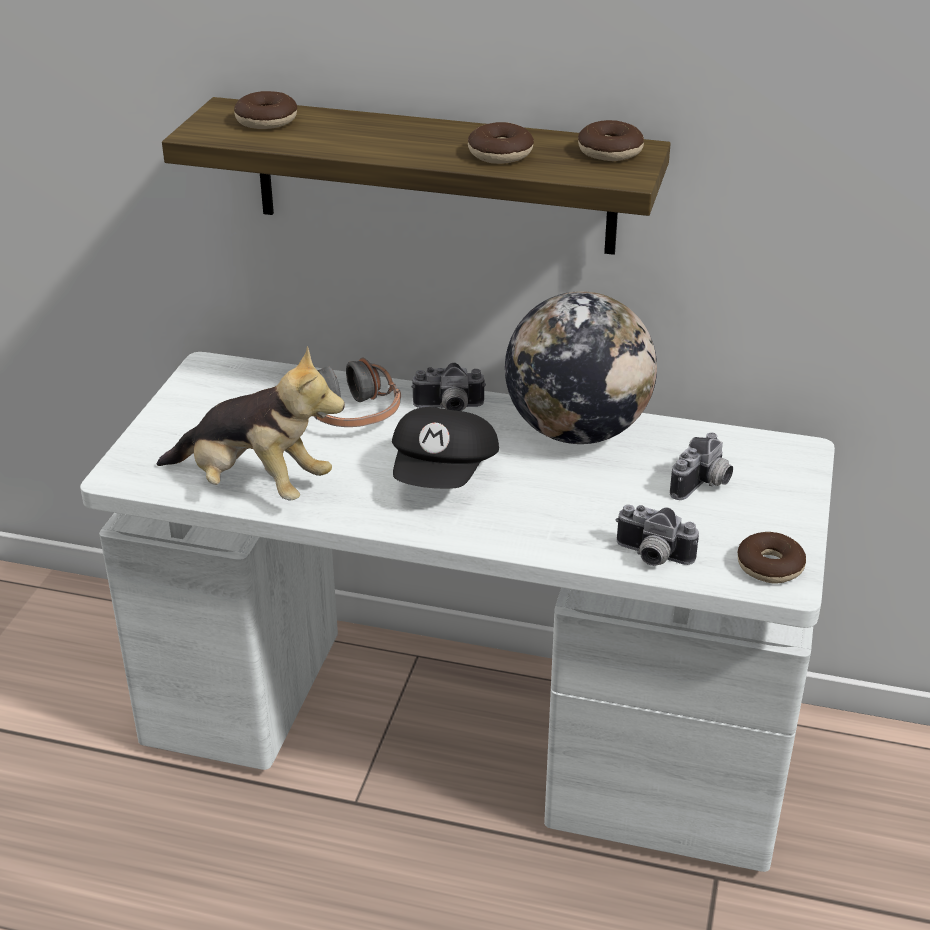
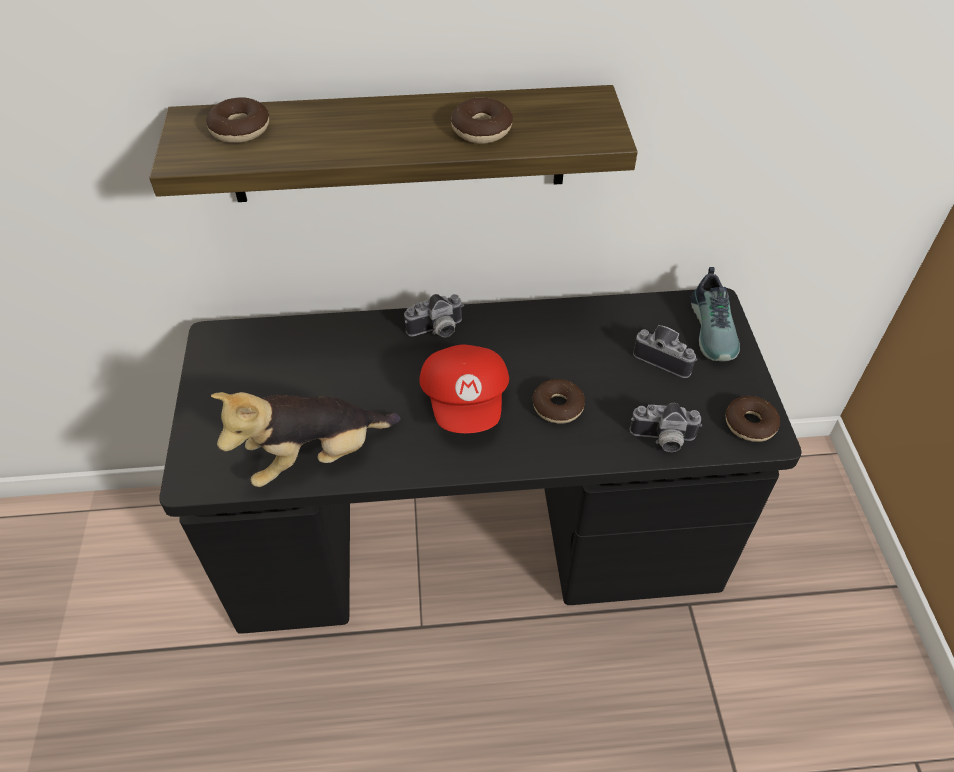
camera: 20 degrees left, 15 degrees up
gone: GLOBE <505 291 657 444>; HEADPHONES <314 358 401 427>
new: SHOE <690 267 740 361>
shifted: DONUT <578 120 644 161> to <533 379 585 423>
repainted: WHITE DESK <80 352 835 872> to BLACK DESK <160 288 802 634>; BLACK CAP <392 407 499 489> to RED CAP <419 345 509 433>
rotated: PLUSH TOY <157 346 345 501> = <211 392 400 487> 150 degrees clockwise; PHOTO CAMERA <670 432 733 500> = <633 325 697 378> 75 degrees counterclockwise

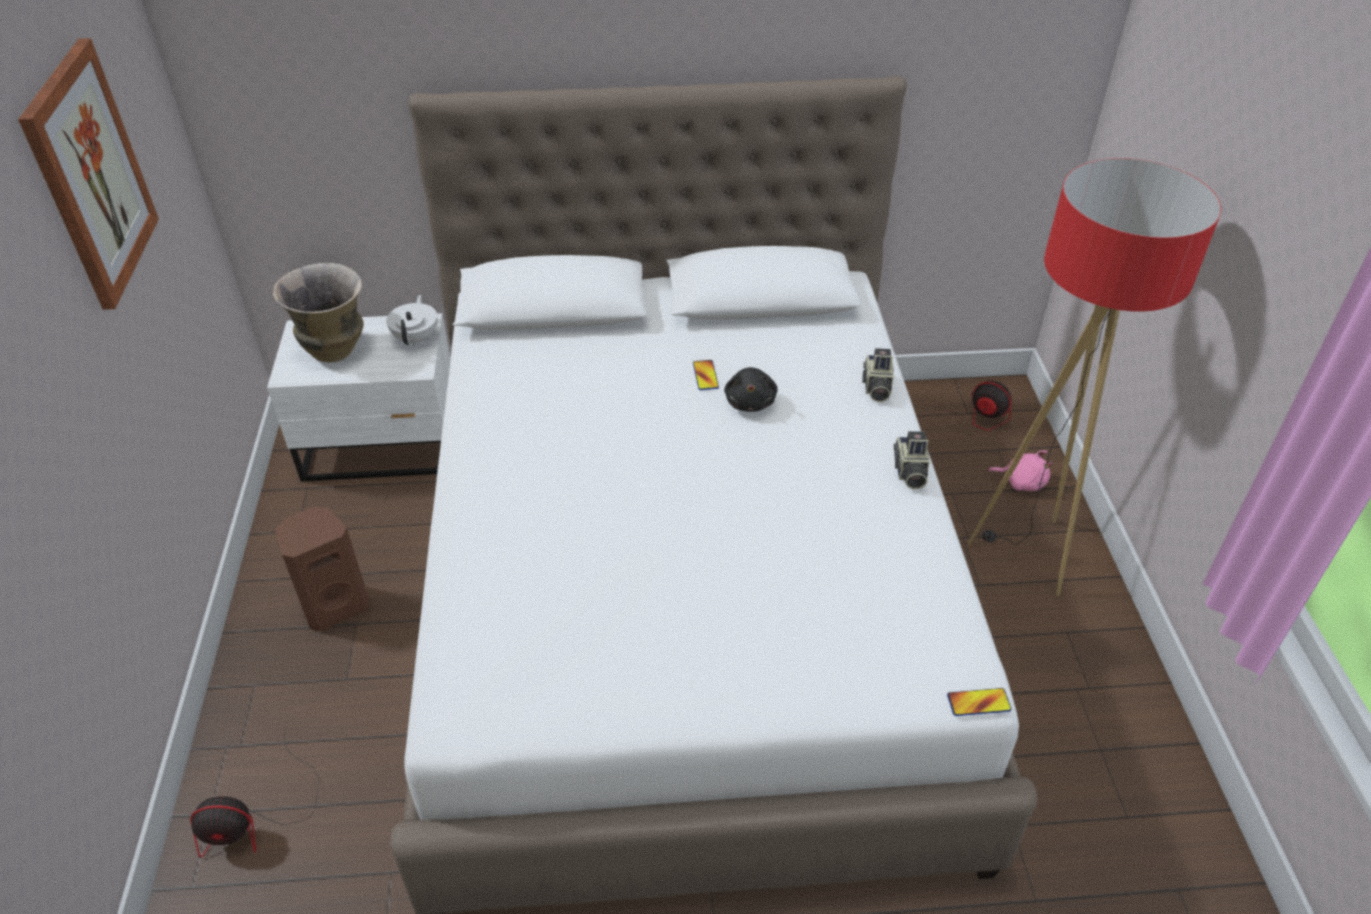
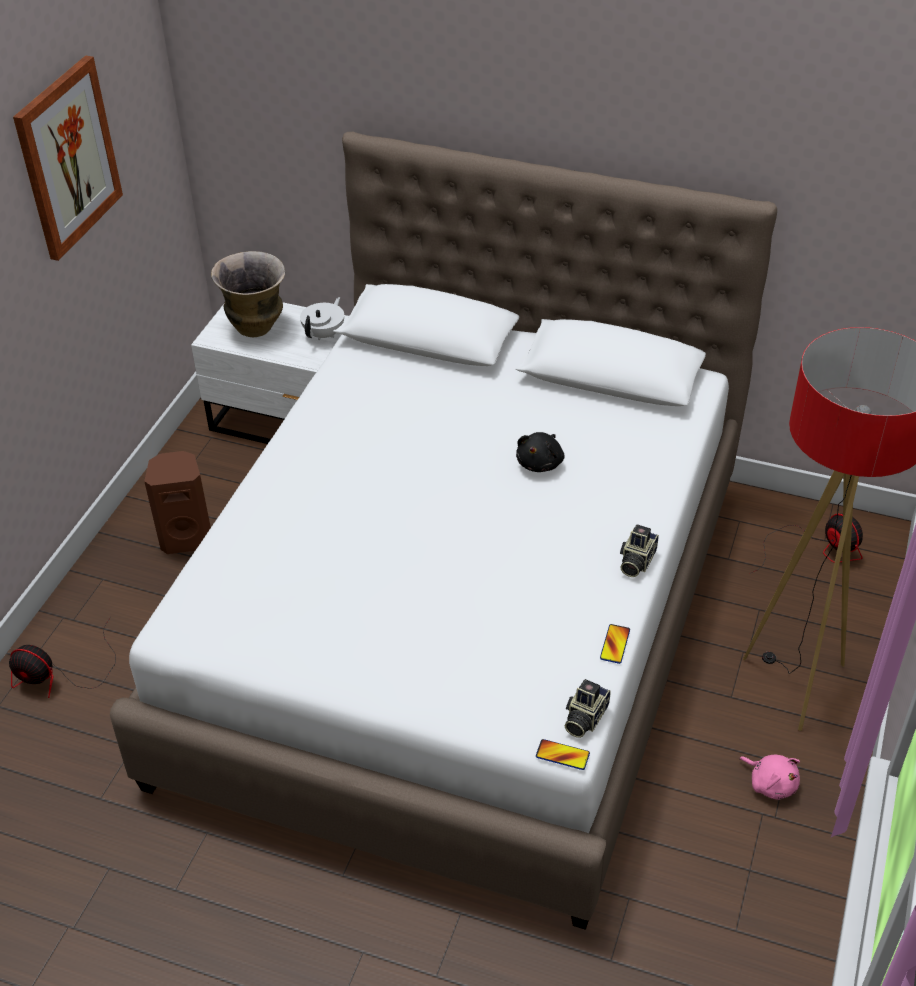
camera: 25 degrees right, 0 degrees up
shifted: PHOTO CAMERA <862 348 894 402> to <564 679 611 738>; PHONE <693 360 719 390> to <600 624 630 664>; PINK PLUSH TOY <988 450 1053 491> to <739 755 800 800>

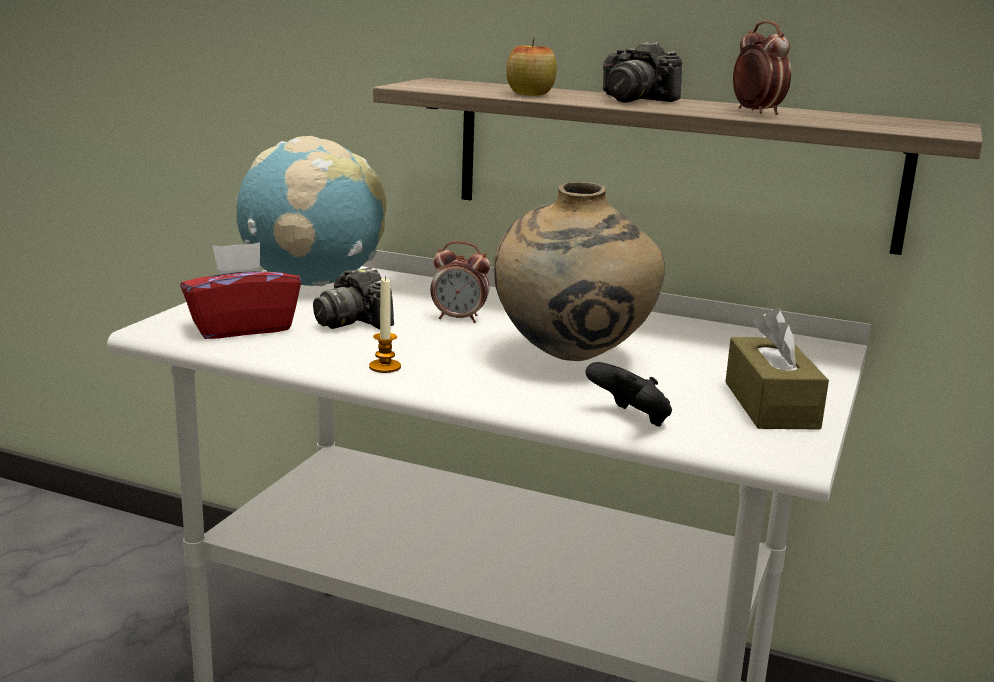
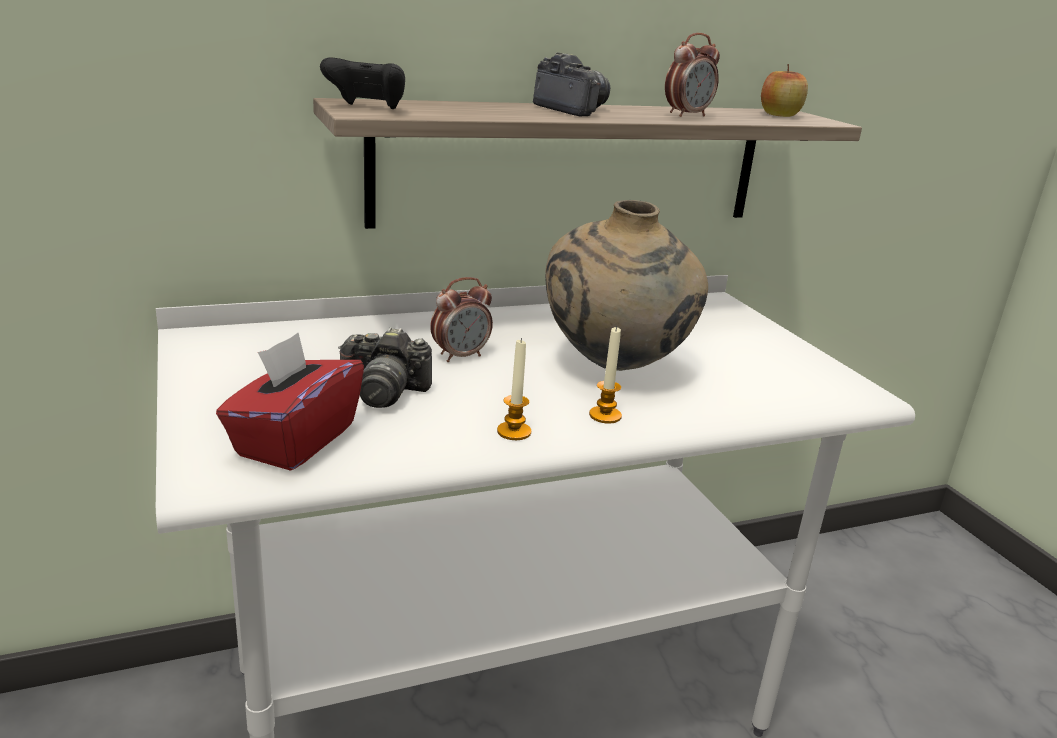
camera: 45 degrees left, 5 degrees up
gone: GLOBE <235 136 386 286>; BROWN TISSUE BOX <725 308 829 430>
new: CANDLE <589 326 622 424>
shifted: APPLE <507 38 557 96> to <761 64 808 117>; BLACK GAME CONTROLLER <586 362 672 427> to <320 57 405 109>
rotated: ALARM CLOCK <733 21 791 115> = <665 33 720 117> 120 degrees clockwise; PHOTO CAMERA <603 42 682 103> = <533 52 611 116> 120 degrees counterclockwise

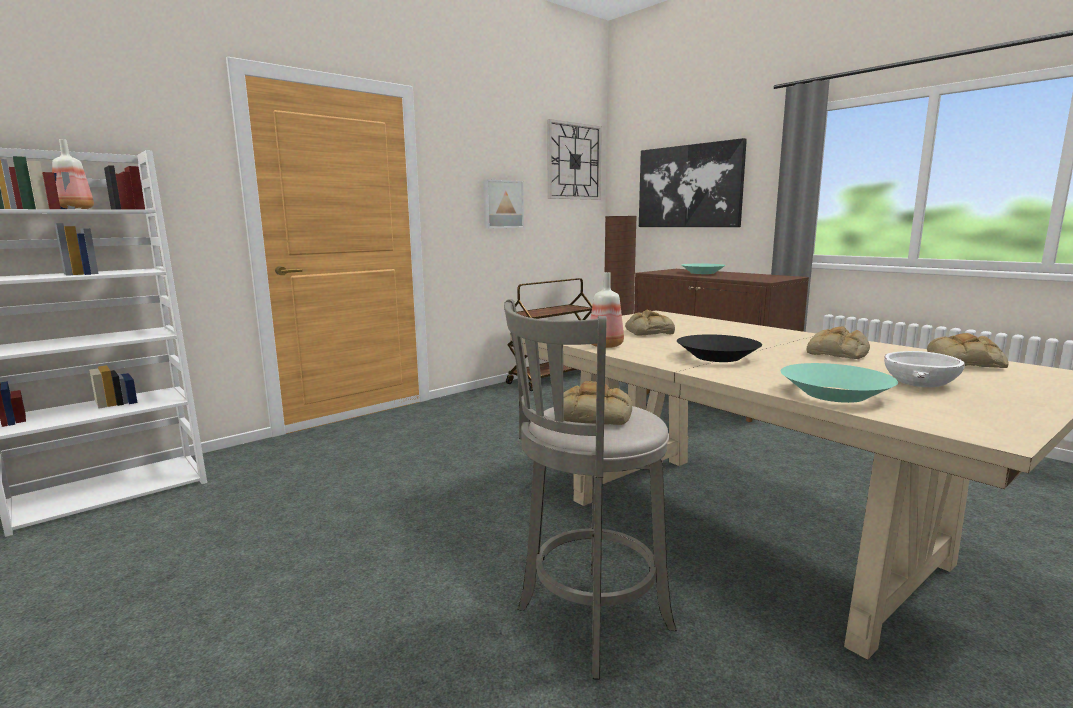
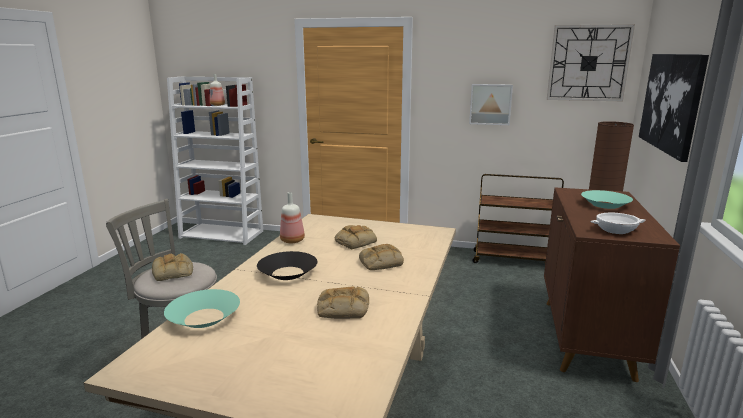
camera: 55 degrees right, 5 degrees up
shifted: BREAD <927 333 1009 368> to <359 244 404 270>; WHITE BOWL <884 351 965 387> to <590 213 646 234>

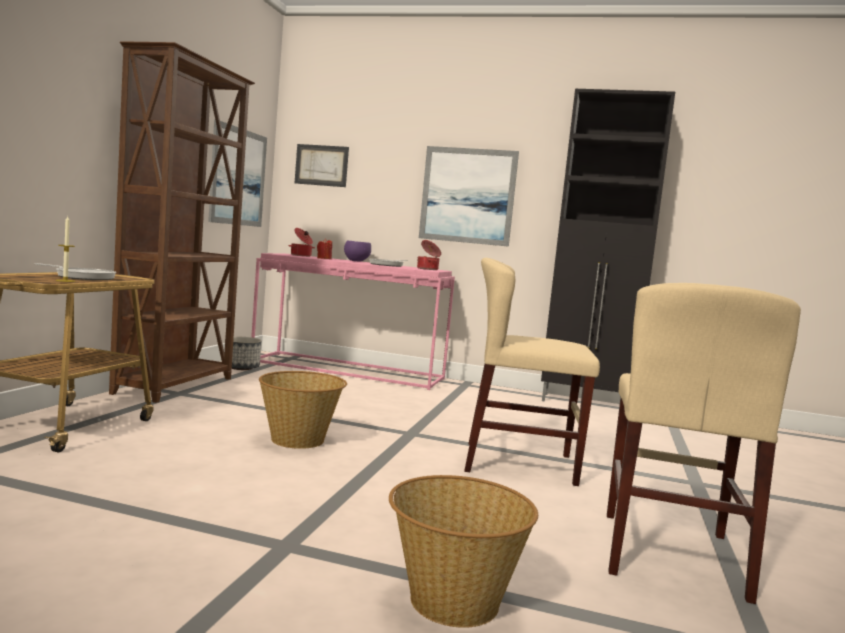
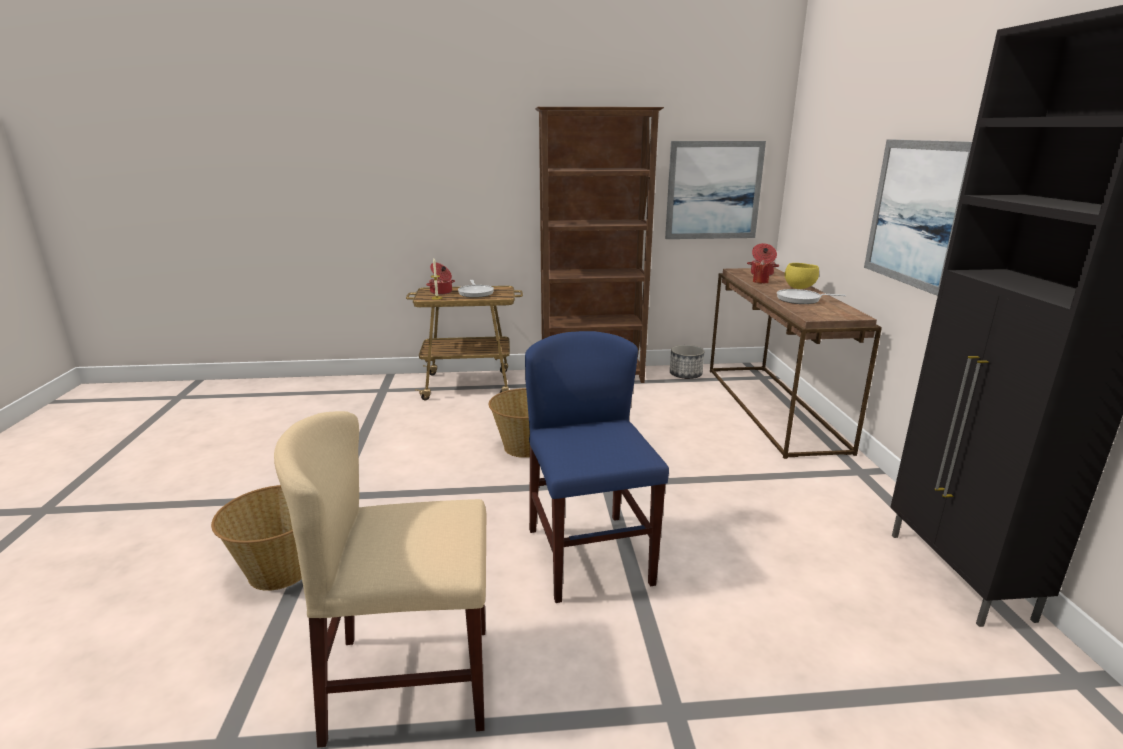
camera: 70 degrees right, 15 degrees up
gone: PICTURE <295 144 349 187>
shifted: COOKING POT <417 240 441 270> to <426 263 455 295>
repainted: PURPLE BOWL <344 240 371 261> to YELLOW BOWL <785 263 819 289>; PINK CONSOLE TABLE <251 253 455 390> to BROWN CONSOLE TABLE <710 268 882 459>; BEIGE CHAIR <464 258 600 486> to BLUE CHAIR <525 331 669 603>

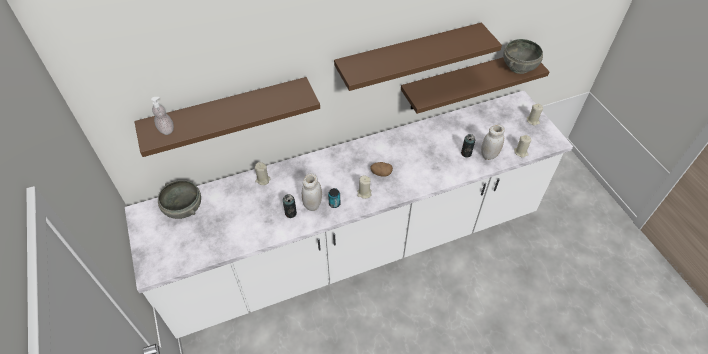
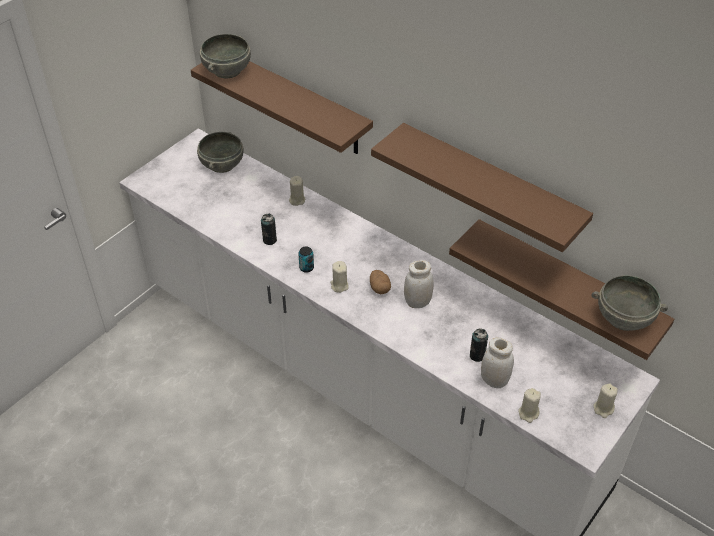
camera: 60 degrees right, 5 degrees down
shifted: WHITE JAR <302 173 322 211> to <404 260 434 308>
swapped: SOAP DISPENSER <151 97 174 135> to GREY BOWL <200 34 251 78>

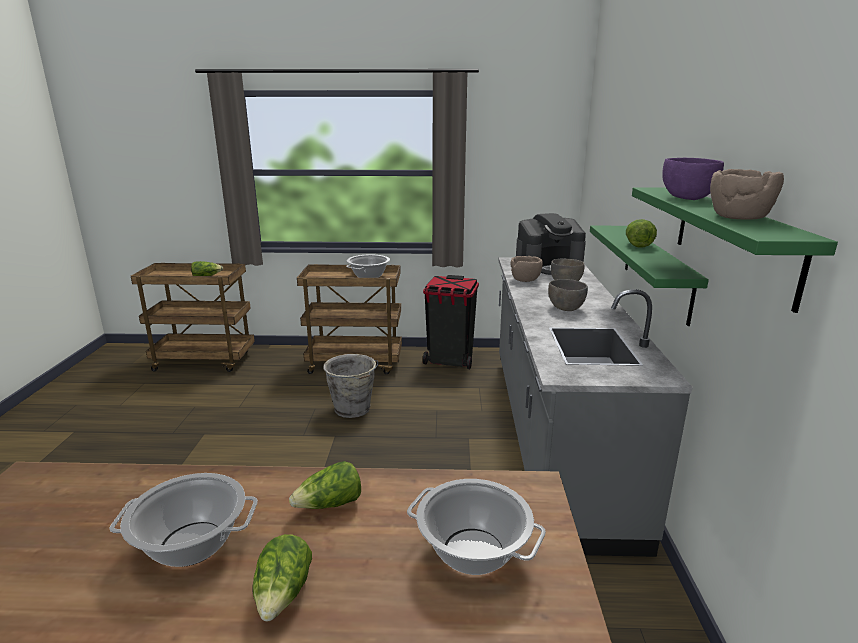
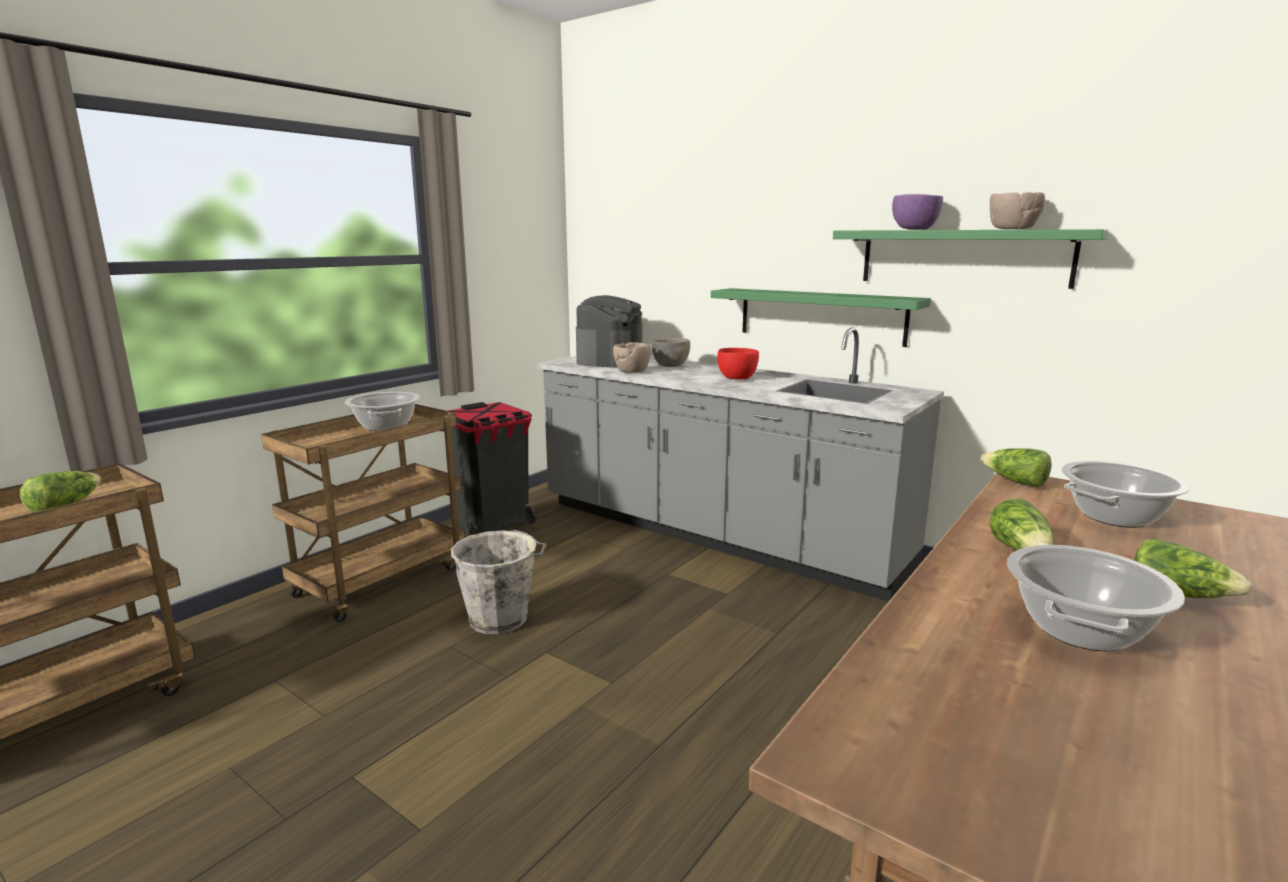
camera: 55 degrees left, 5 degrees down
shifted: LETTUCE <626 219 657 247> to <981 448 1051 487>
repainted: GREY BOWL <548 279 588 311> to RED BOWL <717 348 759 380>

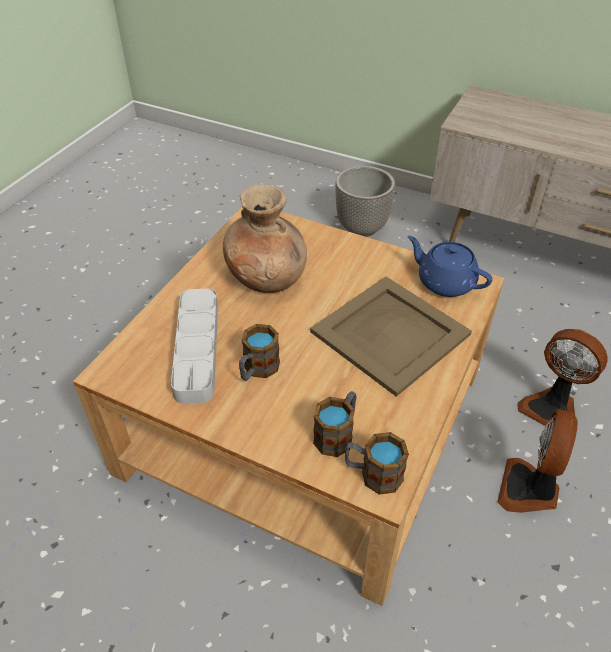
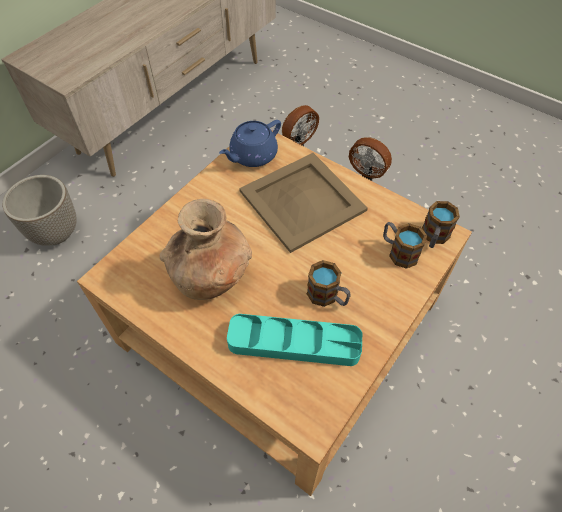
camera: 80 degrees left, 10 degrees up
repainted: GREY TRAY <171 289 218 404> to TURQUOISE TRAY <227 314 362 366>

